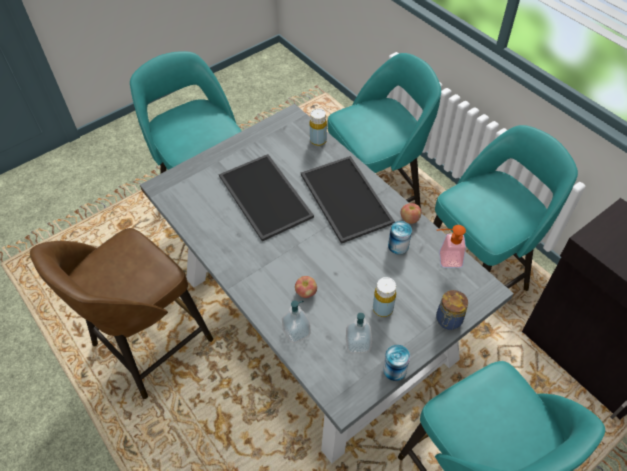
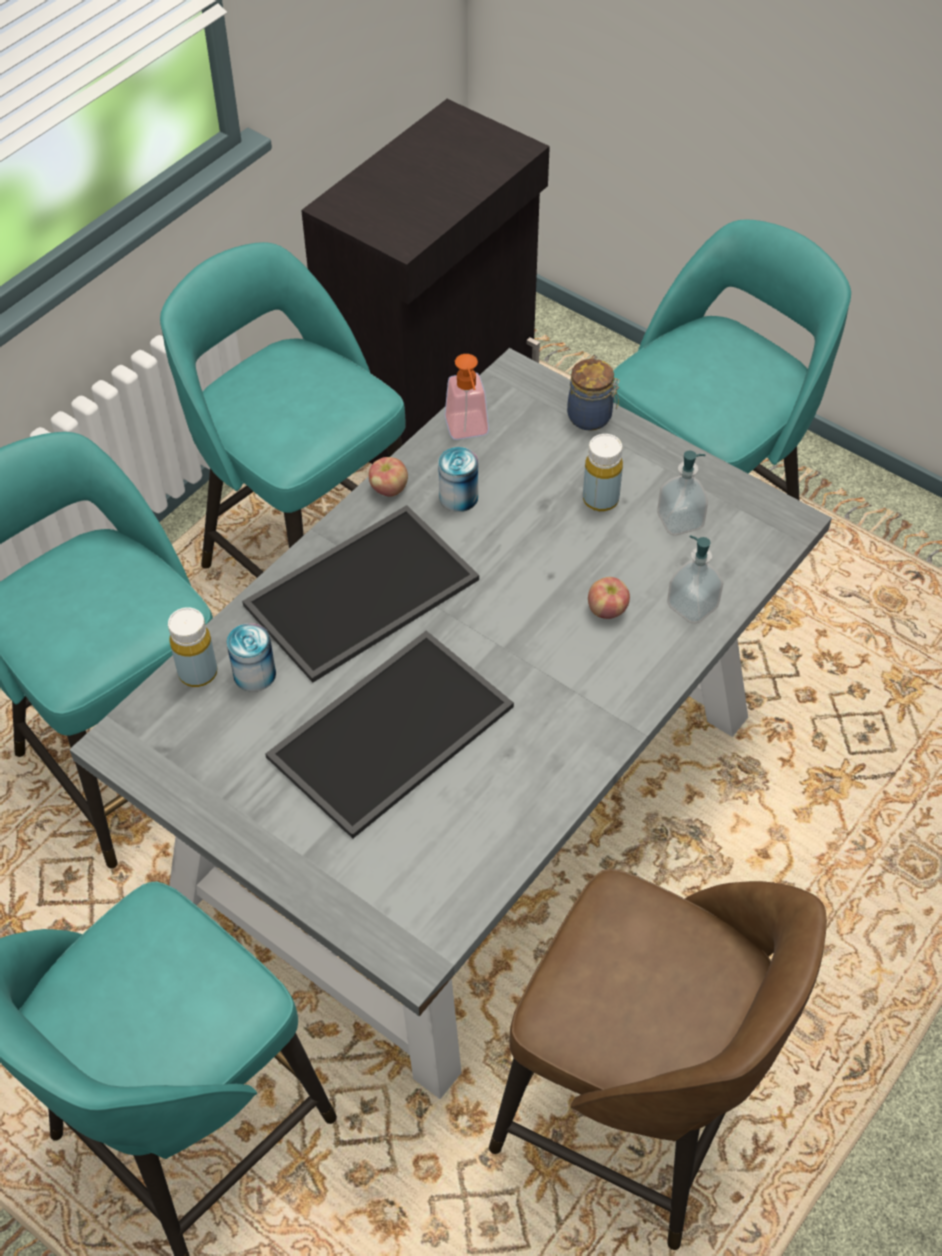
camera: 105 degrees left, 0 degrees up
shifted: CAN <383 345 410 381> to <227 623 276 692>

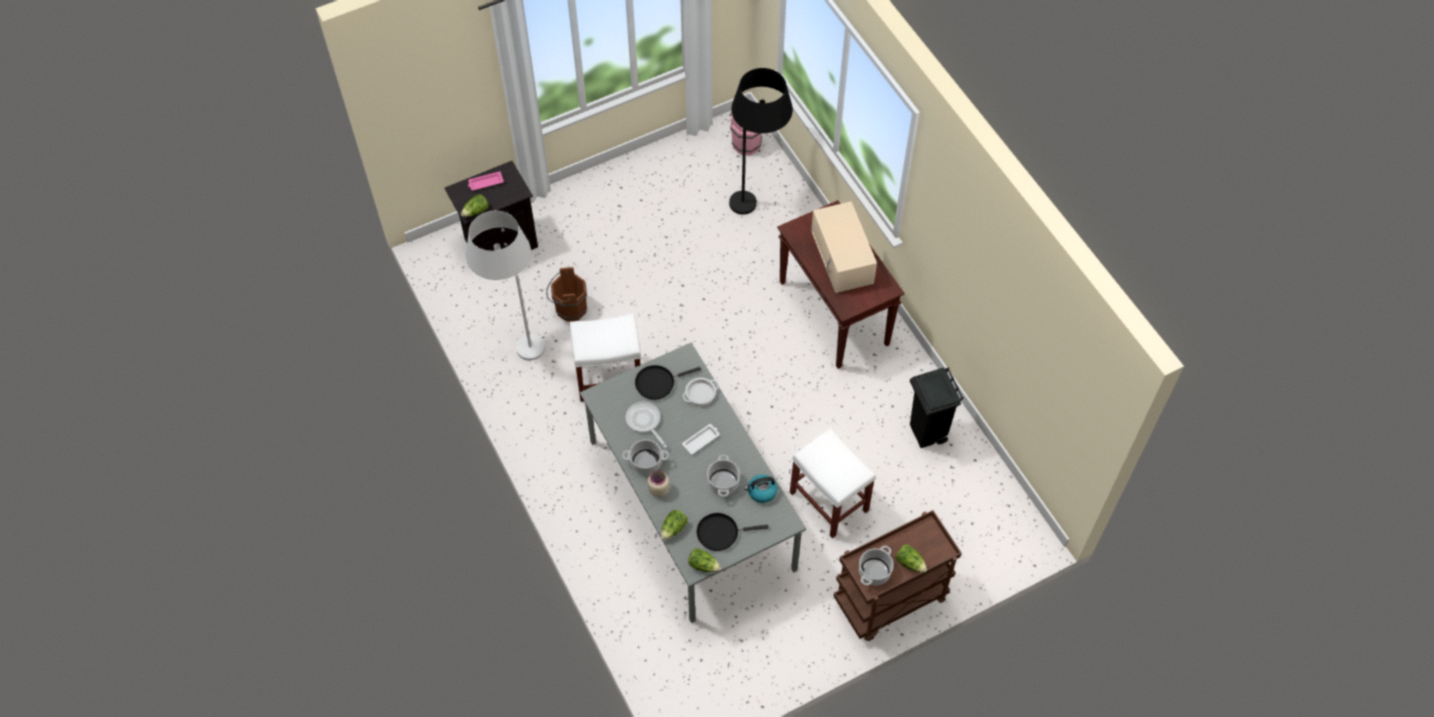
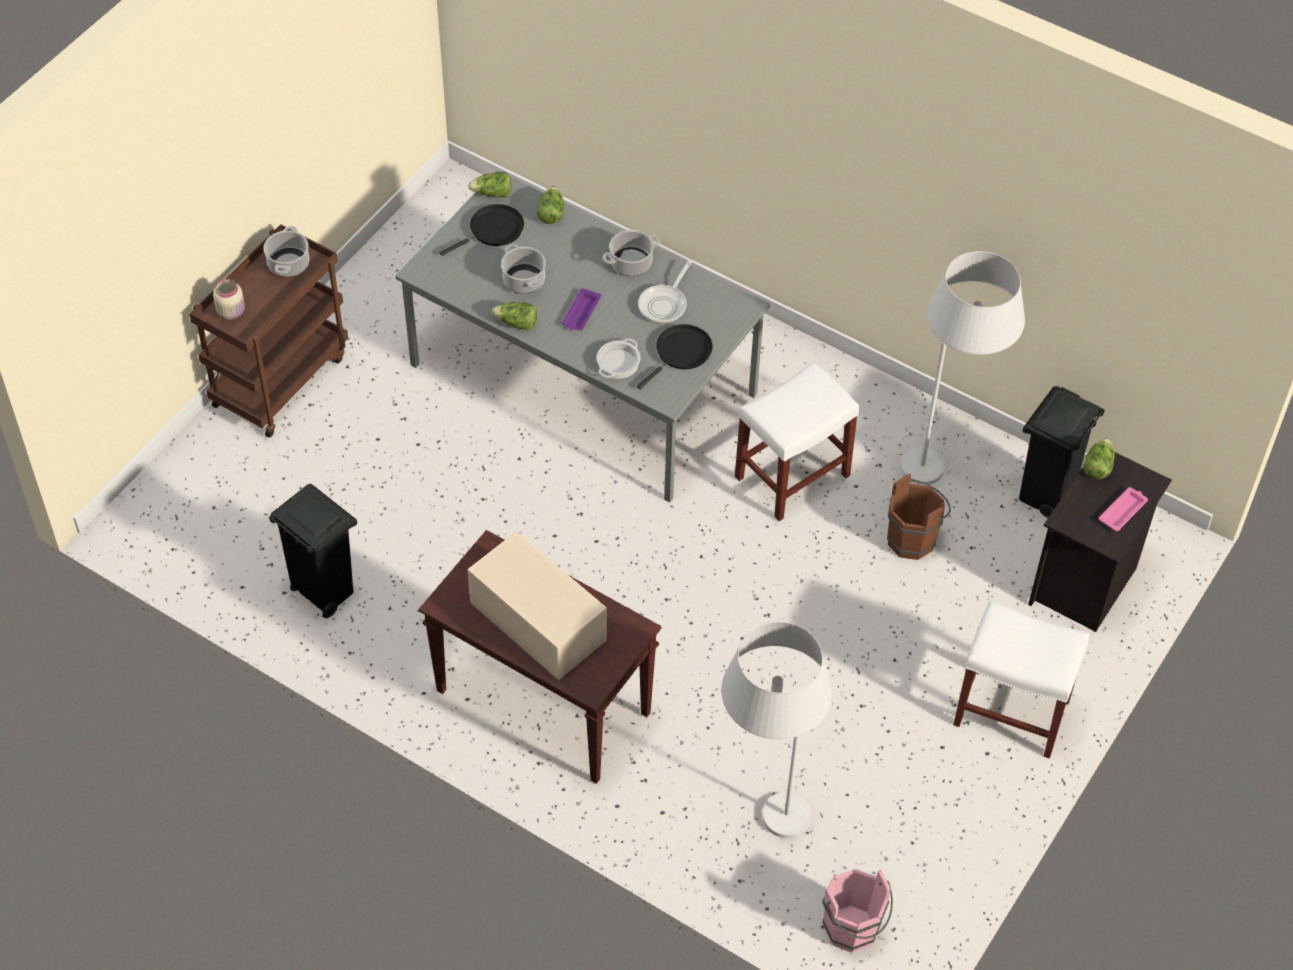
camera: 150 degrees right, 5 degrees down
gone: KETTLE <744 475 778 503>
new: BLACK TRASH CAN <1019 386 1105 518>
shifted: WHITE STOOL <790 428 876 538> to <953 601 1090 759>; BEIGE JAR <648 470 669 497> to <213 279 245 320>; LETTUCE <896 544 927 573> to <492 302 537 330>
repainted: BLACK FLOOR LAMP <729 68 793 215> to WHITE FLOOR LAMP <721 622 832 838>; WHITE TRAY <682 424 720 455> to PURPLE TRAY <562 288 601 331>
rotated: FRYING PAN <626 401 667 448> = <638 260 692 323> 90 degrees clockwise

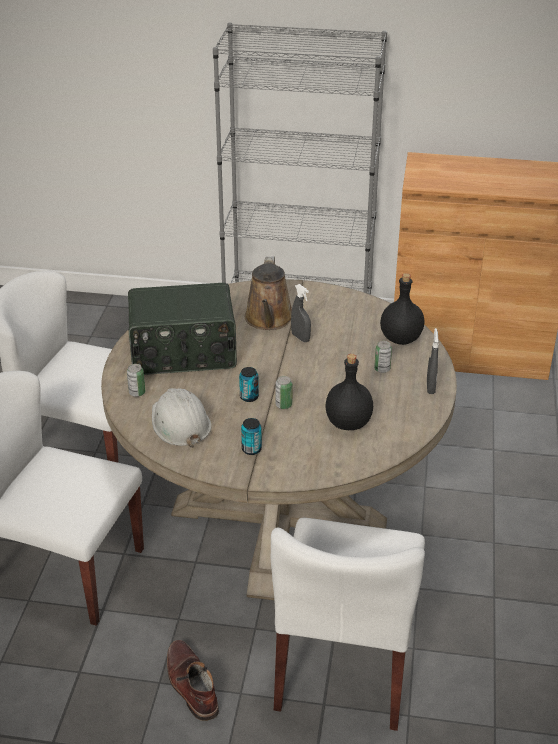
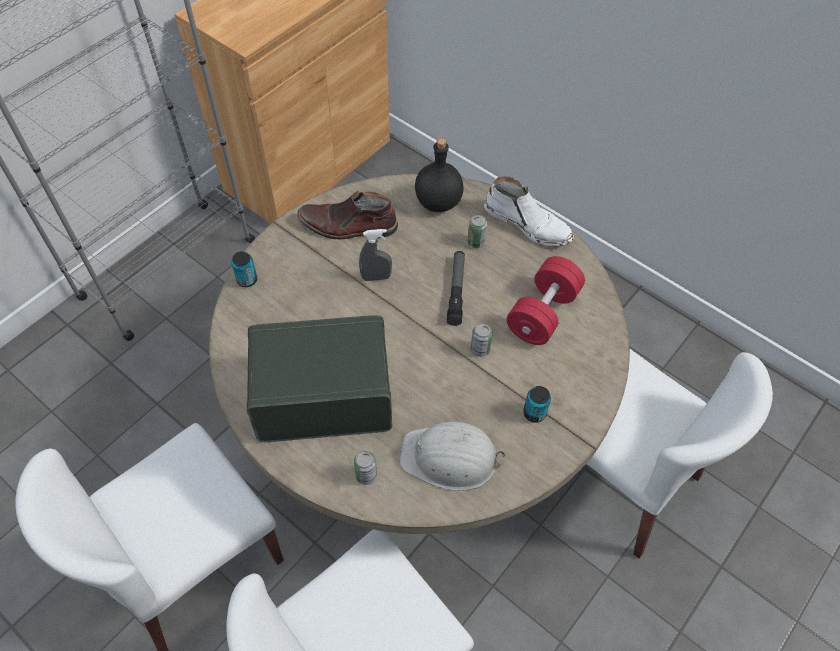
camera: 60 degrees left, 20 degrees up
gone: BROWN WATERING CAN <245 256 292 330>
new: FLASHLIGHT <447 251 465 326>
shifted: CAN <239 367 259 402> to <231 251 257 287>; BROWN BOOT <167 640 219 721> to <297 191 398 239>
swapped: GREY SPRAY BOTTLE <427 328 438 394> to WHITE BOOT <484 176 574 246>; BLACK BOTTLE <325 354 373 430> to RED DUMBBELL <507 256 585 345>
rotated: RADIO <128 283 237 375> = <247 315 392 442> 120 degrees counterclockwise

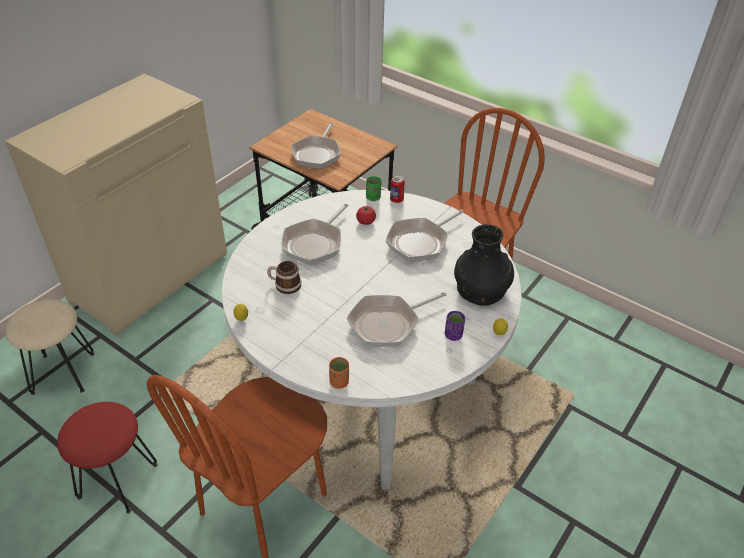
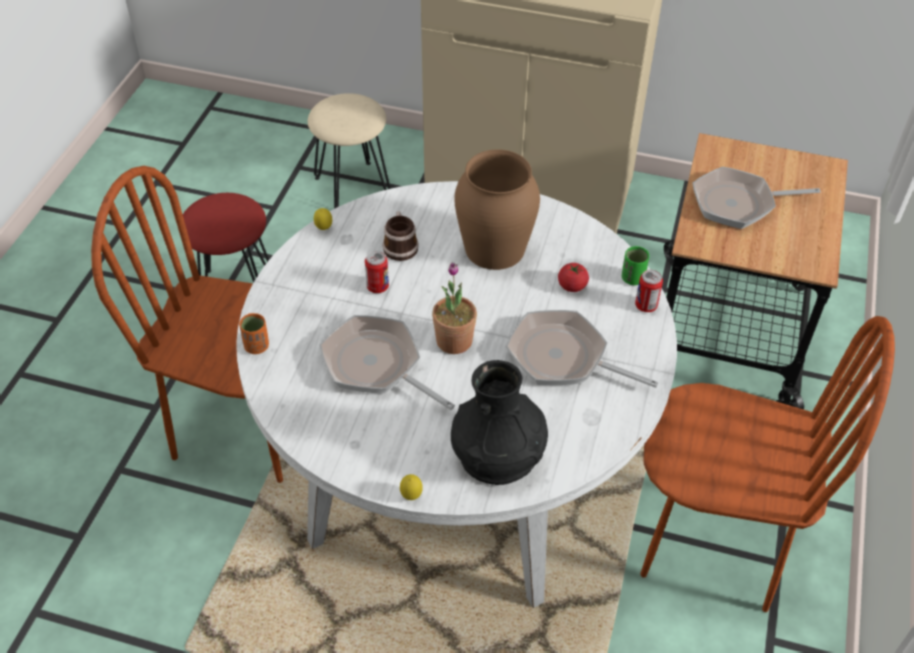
camera: 70 degrees right, 5 degrees up
gone: PURPLE CUP <445 311 465 341>
new: CAN <365 251 389 293>; POTTED PLANT <432 262 477 354>
swapped: FRYING PAN <282 203 348 265> to BROWN VASE <454 149 540 270>

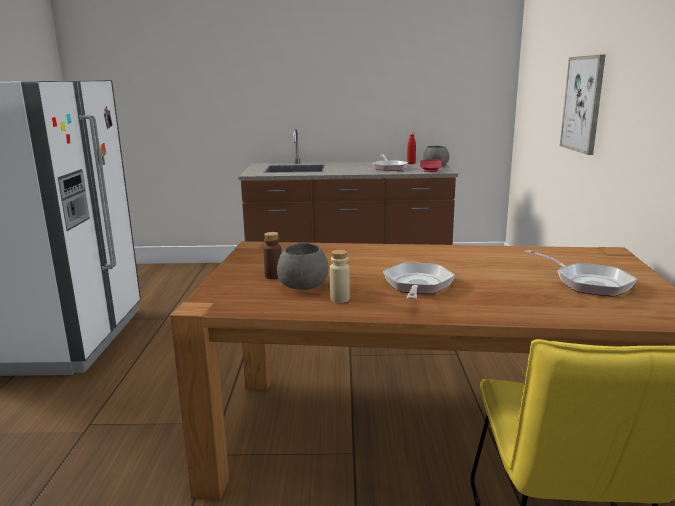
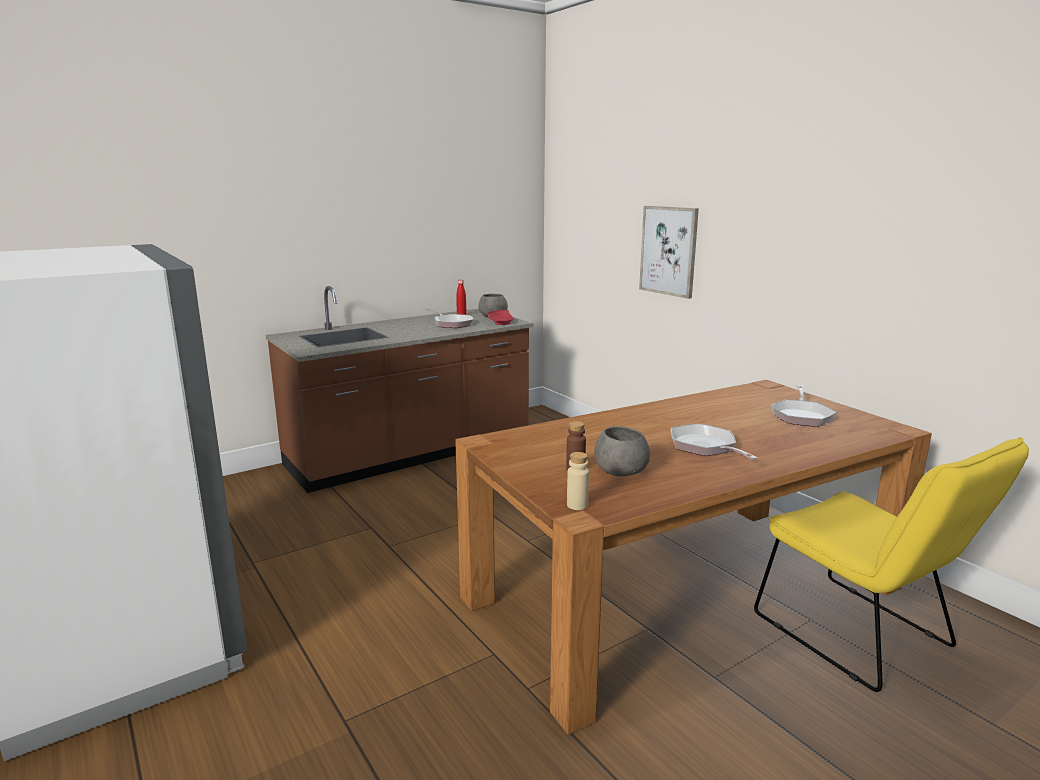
camera: 35 degrees left, 0 degrees up
shifted: BEIGE BOTTLE <330 250 350 303> to <567 452 589 510>
rotated: FRYING PAN <525 250 637 296> = <771 385 837 427> 90 degrees clockwise

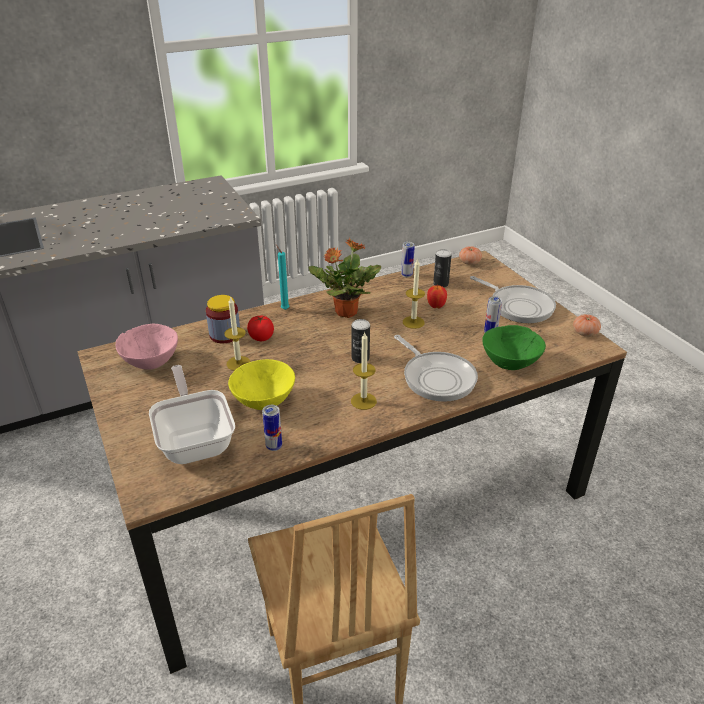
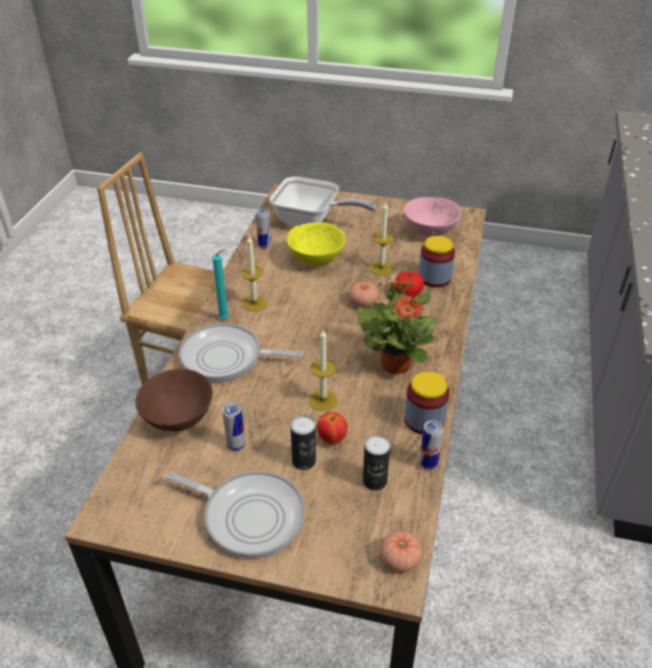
camera: 130 degrees right, 5 degrees up
new: JAR <404 371 449 435>
shifted: TURQUOISE CANDLE <276 244 289 310> to <212 249 229 319>; TOMATO <573 314 601 337> to <349 282 379 307>; CAN <352 319 370 363> to <290 415 316 470>
repainted: GREEN BOWL <482 325 546 370> to BROWN BOWL <135 369 213 431>
rotated: FRYING PAN <470 276 556 323> = <165 471 305 558> 150 degrees counterclockwise

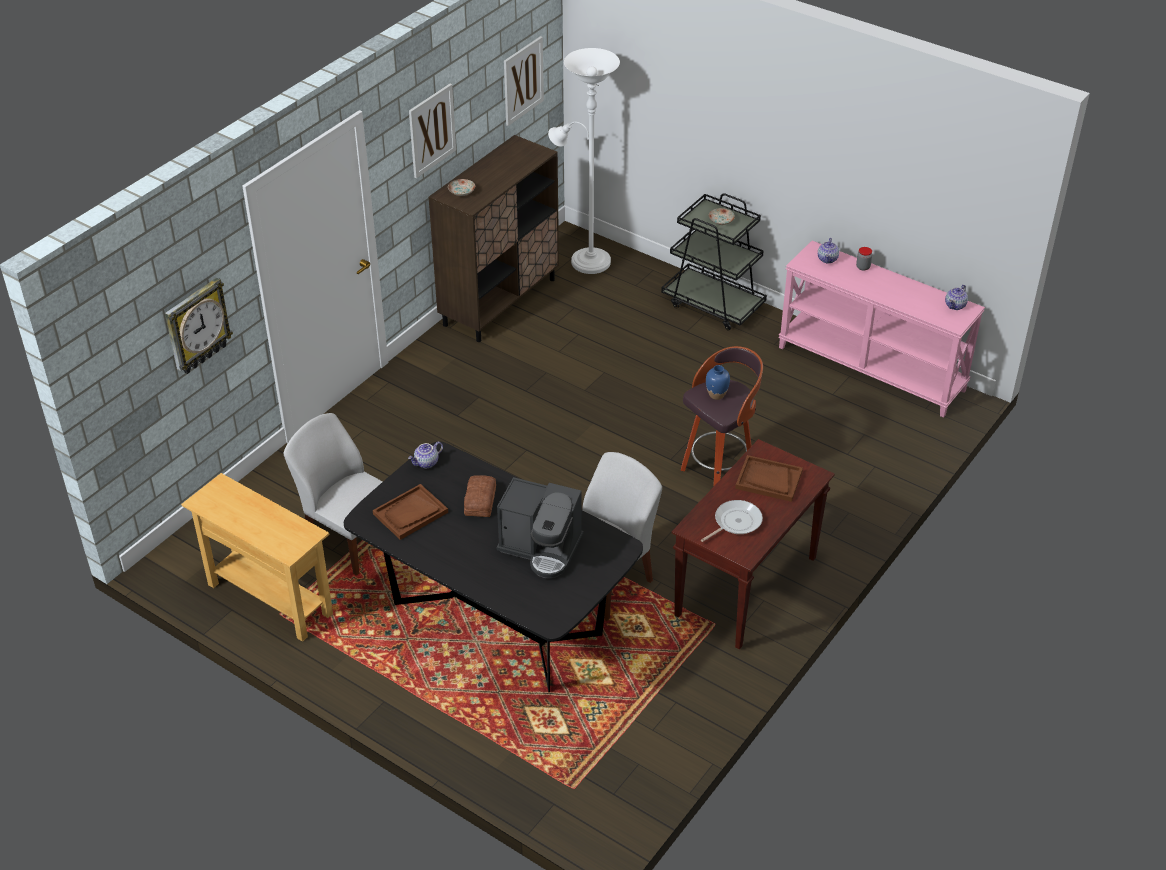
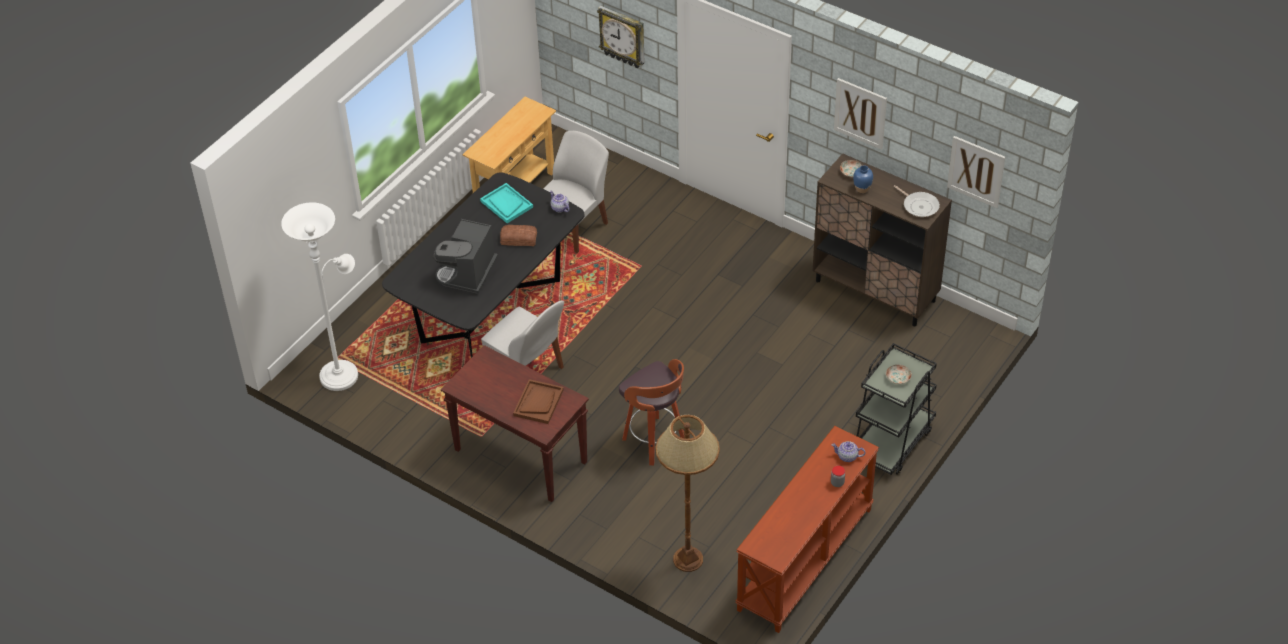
camera: 90 degrees right, 5 degrees up
gone: TEAPOT <945 285 968 310>
new: BROWN FLOOR LAMP <656 415 720 572>
shifted: WHITE FLOOR LAMP <548 48 620 274> to <281 202 358 391>; BLUE VASE <706 365 730 400> to <853 165 873 193>; FRYING PAN <701 500 763 542> to <894 185 940 217>
repainted: PINK CONSOLE TABLE <778 241 985 418> to BROWN CONSOLE TABLE <736 426 879 633>; BROWN TRAY <373 484 448 540> to TURQUOISE TRAY <480 183 533 223>

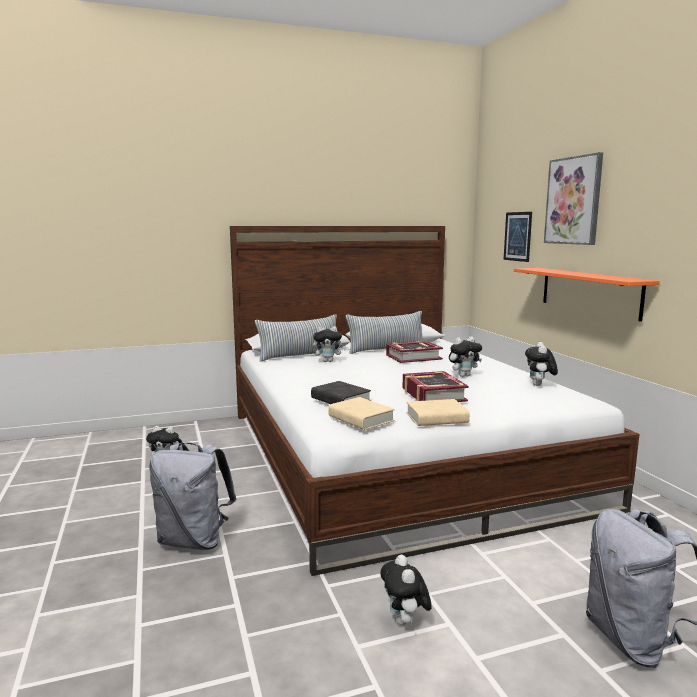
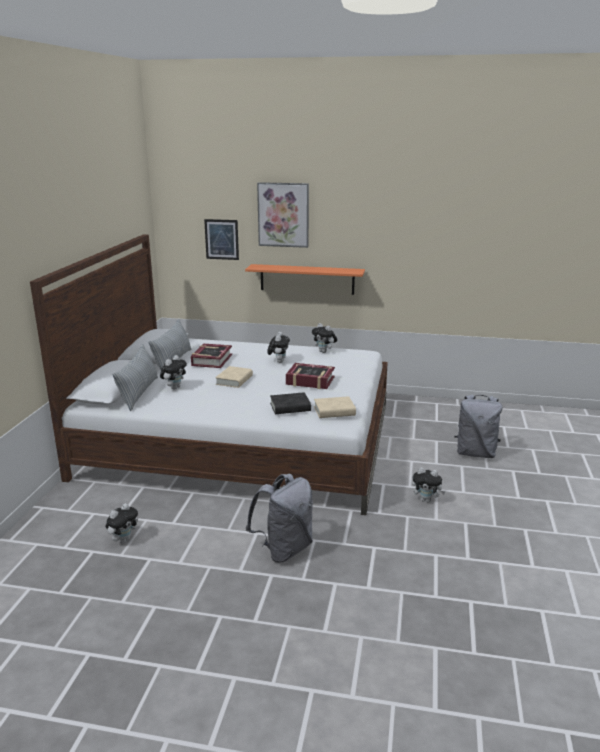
camera: 60 degrees left, 10 degrees up
shifted: BEIGE BOOK <406 399 470 426> to <215 366 253 388>

